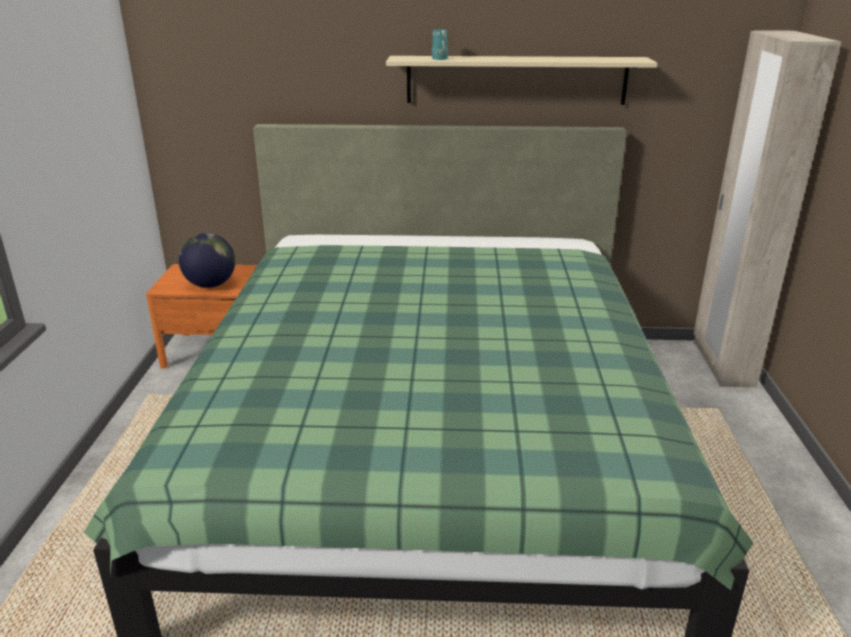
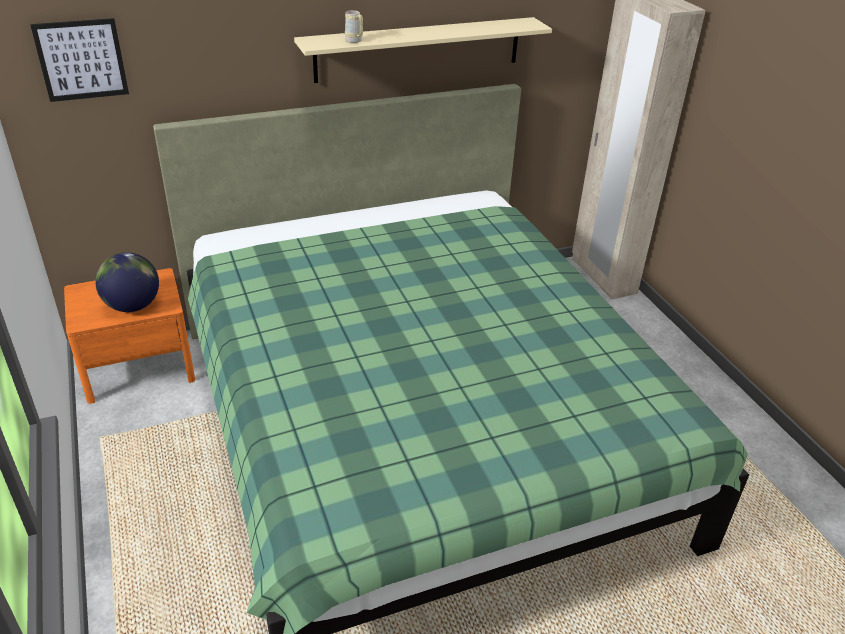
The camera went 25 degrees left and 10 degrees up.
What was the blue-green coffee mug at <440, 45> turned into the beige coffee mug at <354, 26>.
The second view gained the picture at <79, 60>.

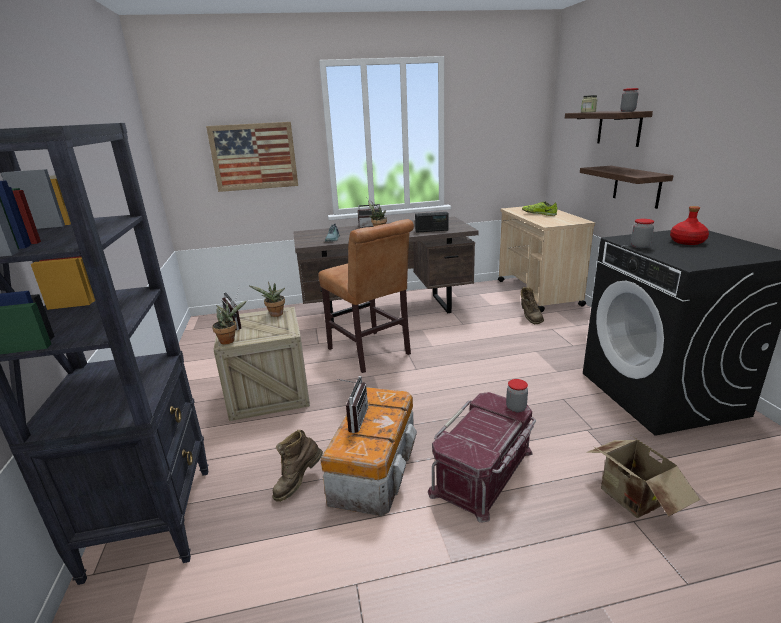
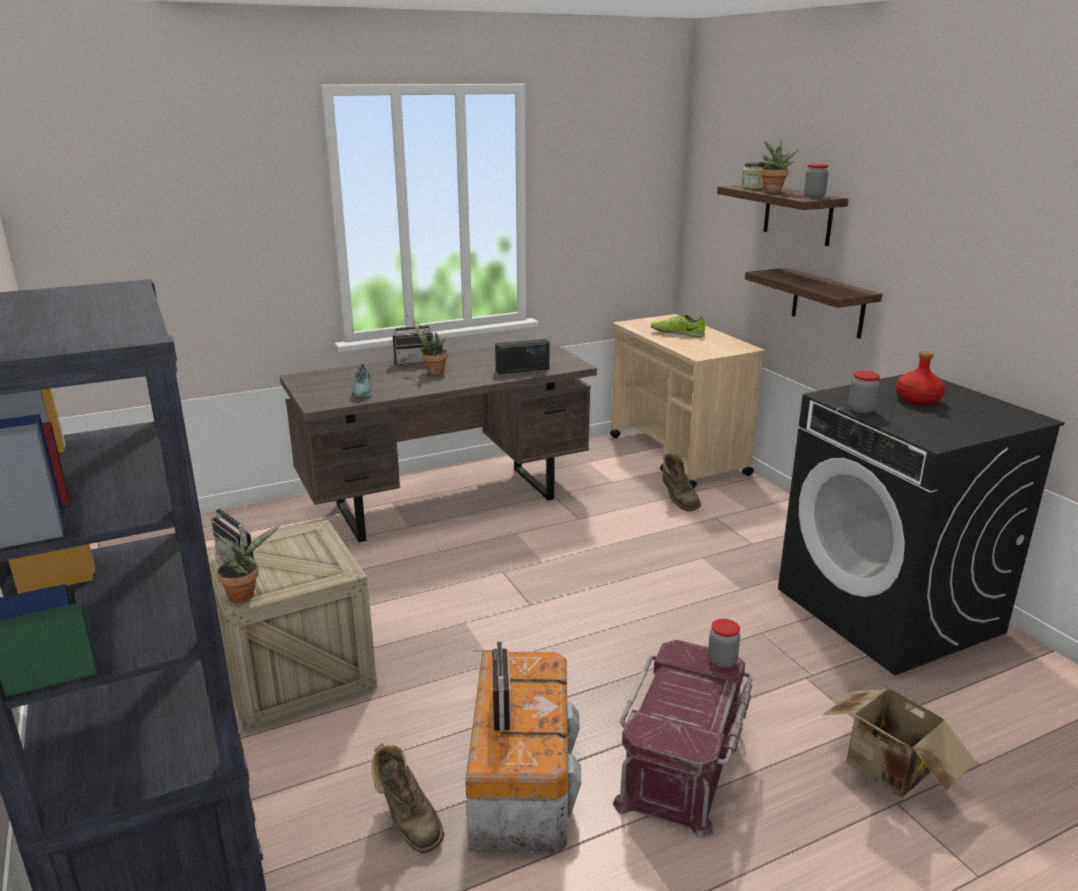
The camera went 15 degrees left and 0 degrees up.
The second view lost the picture at <252, 157>.
The second view lost the brown-coloured plain chair at <366, 296>.
The potted plant ended up elsewhere, having gone from <266, 299> to <779, 166>.
The brown-coloured high-top boot at <297, 466> ended up facing another way, 60 degrees counterclockwise from before.

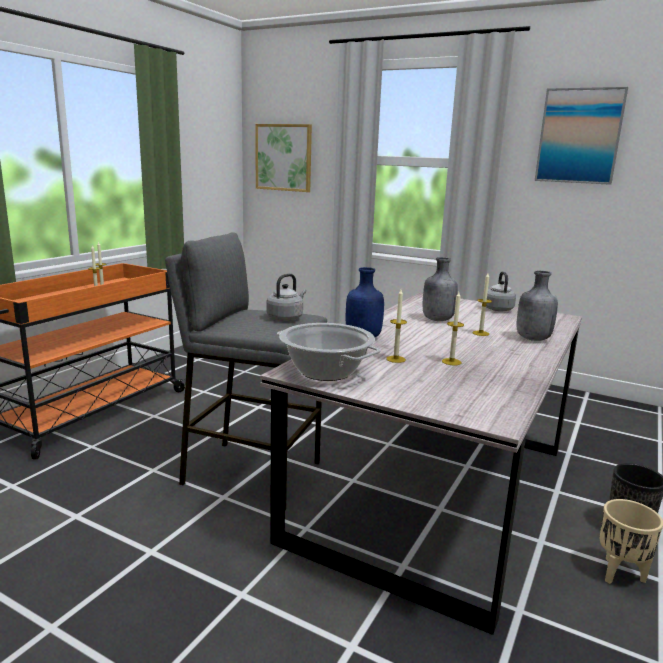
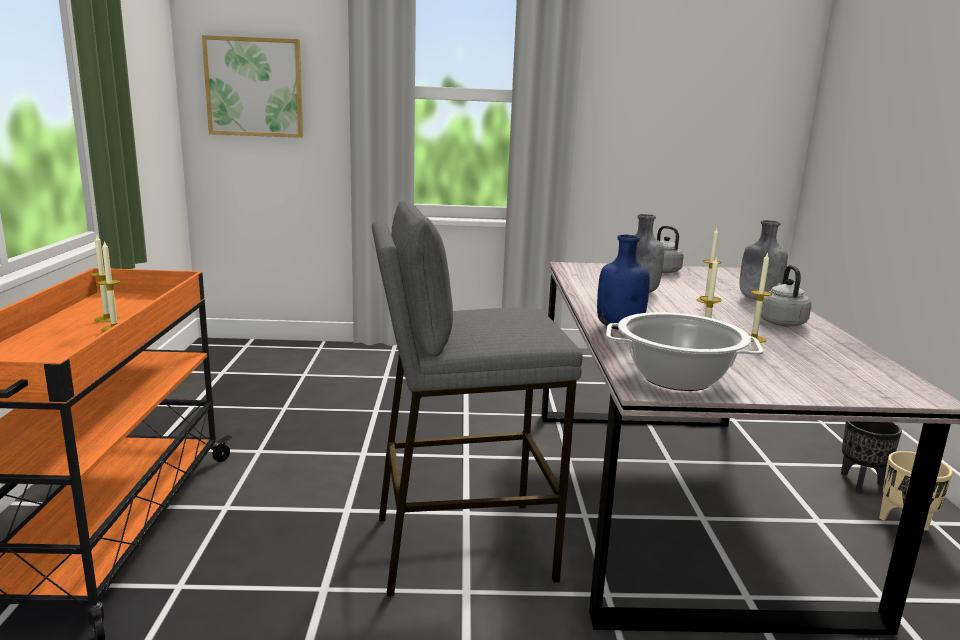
The camera went 30 degrees left and 0 degrees up.
The second view lost the picture at <581, 136>.
The greyish water kettle ended up elsewhere, having gone from <286, 297> to <786, 295>.

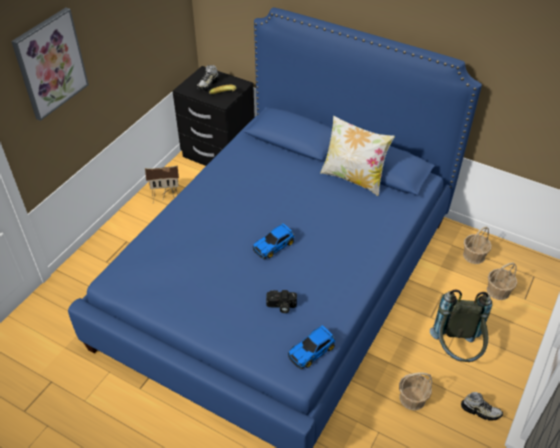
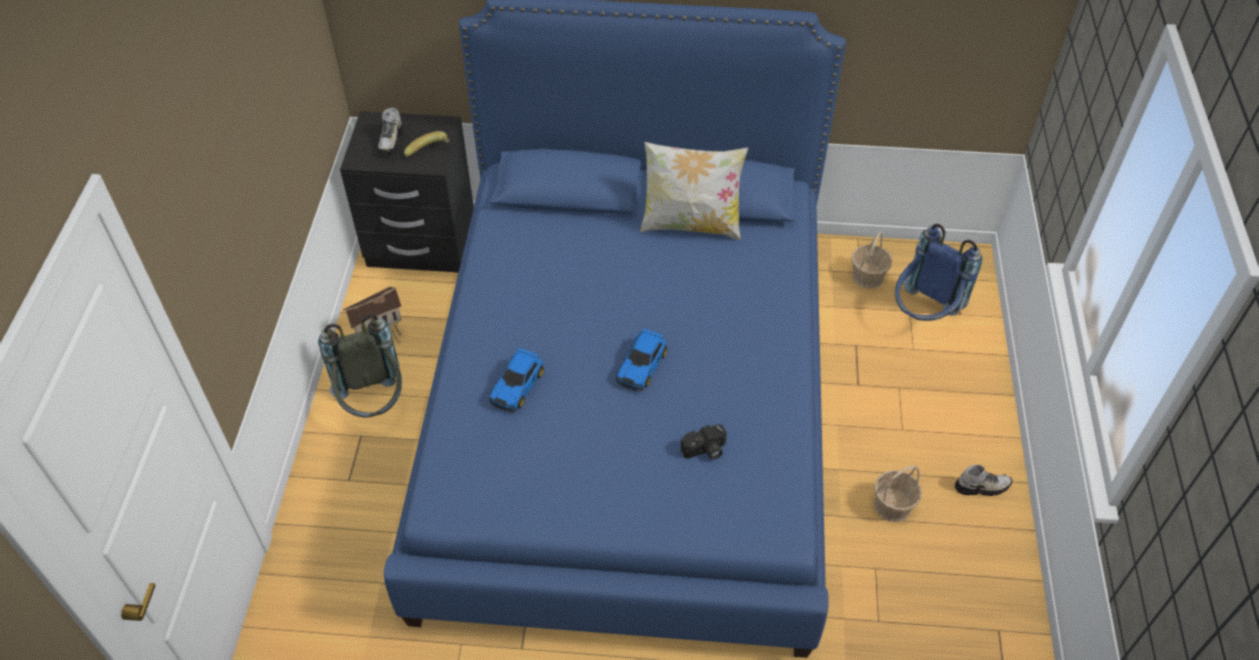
The camera went 25 degrees left and 5 degrees up.
The second view lost the picture at <50, 64>.
Where the household basket stood at <502, 281>, the bluish knapsack came to stand at <938, 272>.
The greyish knapsack ended up elsewhere, having gone from <461, 326> to <360, 366>.
The toy car ended up elsewhere, having gone from <312, 347> to <516, 380>.

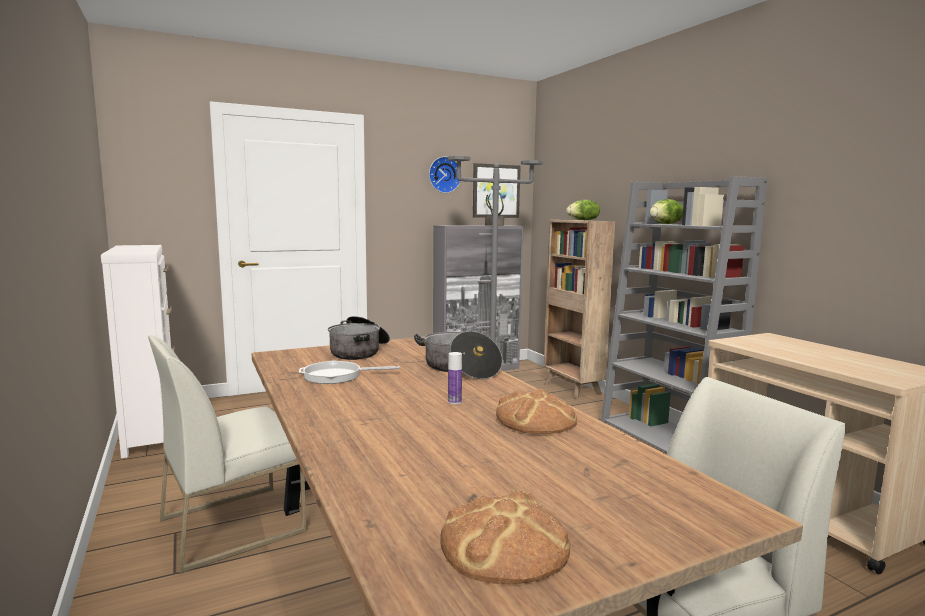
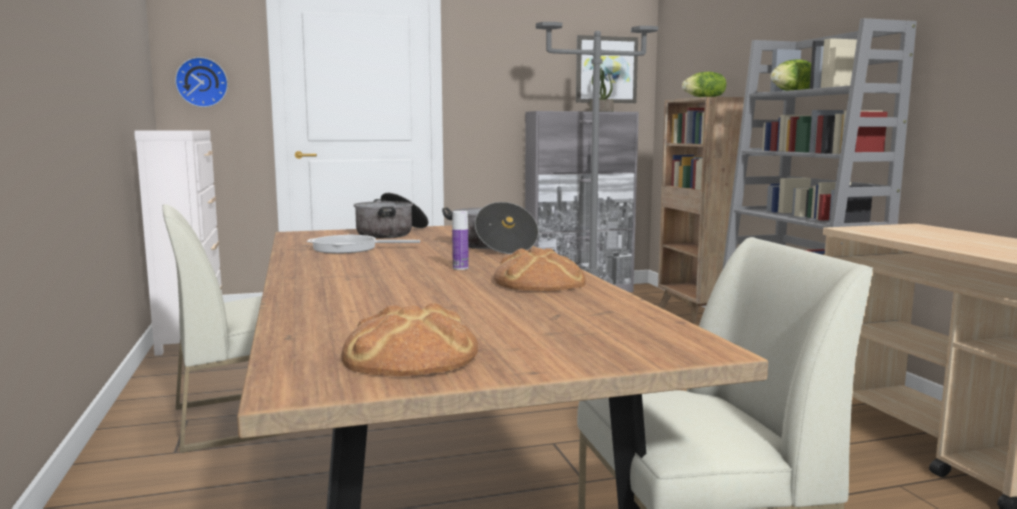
The camera went 10 degrees right and 0 degrees up.
The wall clock ended up elsewhere, having gone from <445, 174> to <201, 82>.

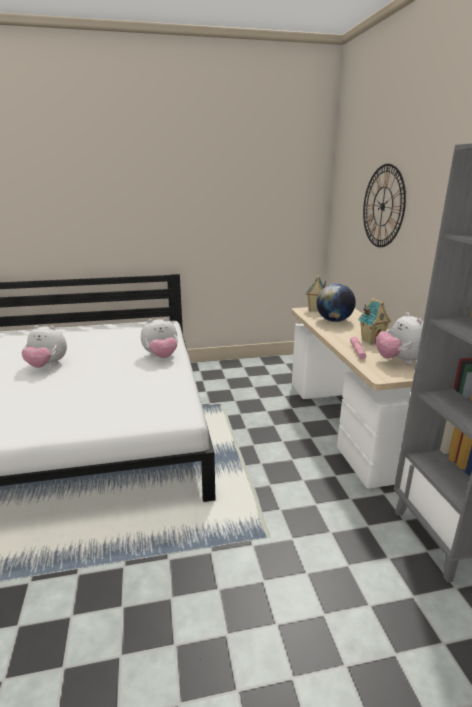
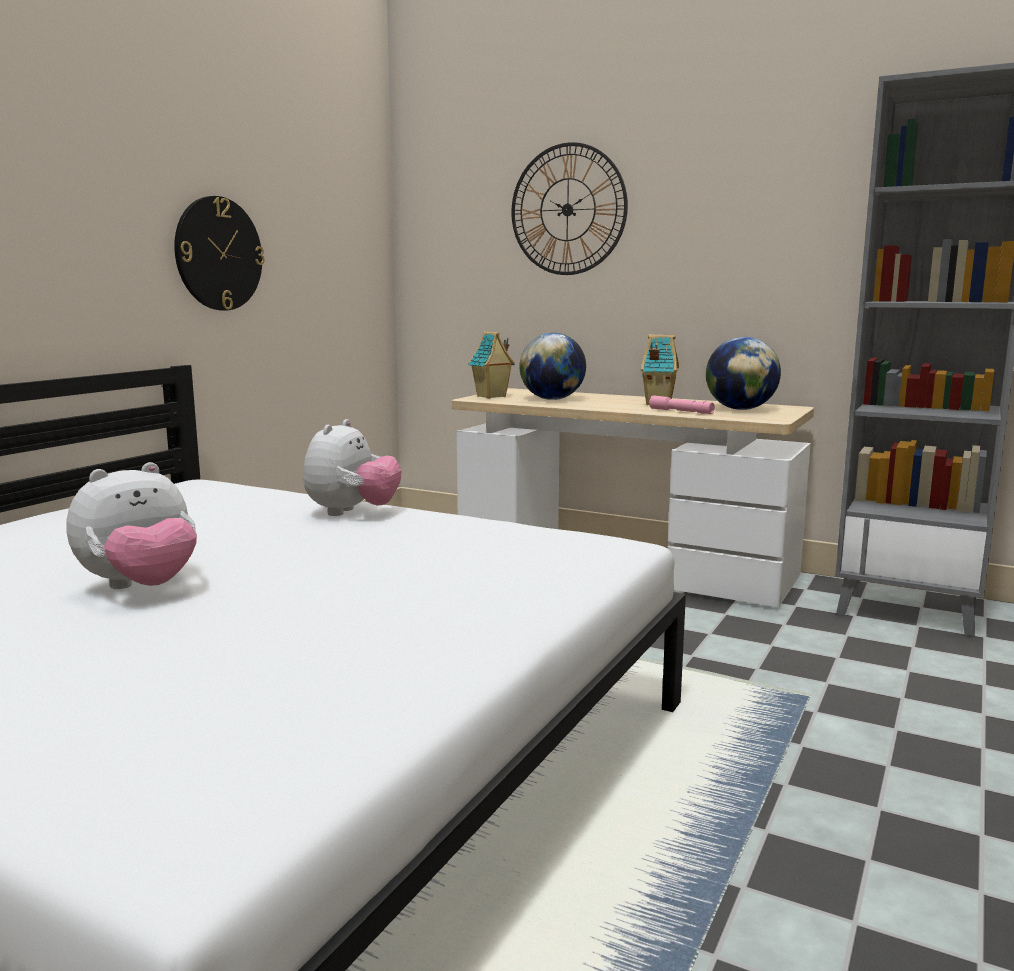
The camera went 50 degrees left and 10 degrees down.
Where the soft toy stood at <400, 338>, the desk globe came to stand at <743, 373>.
The second view gained the wall clock at <219, 253>.

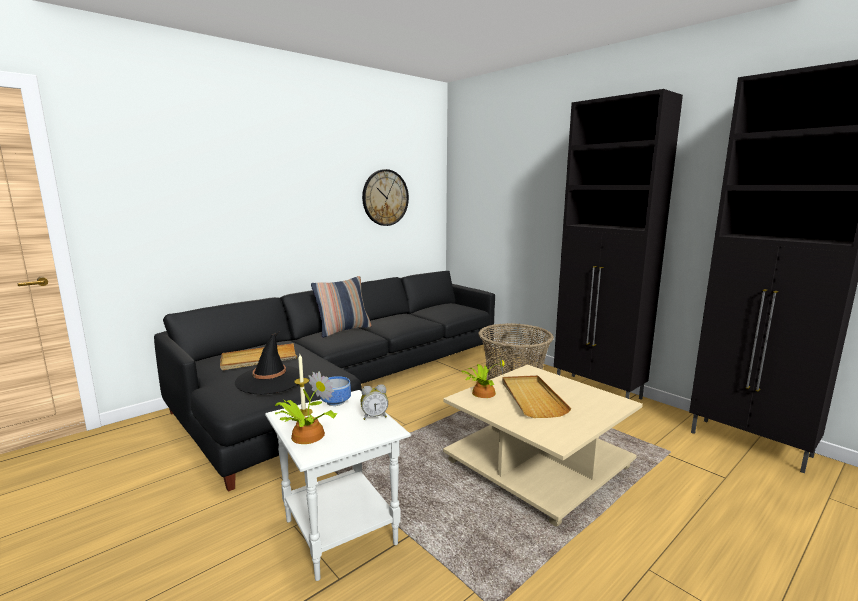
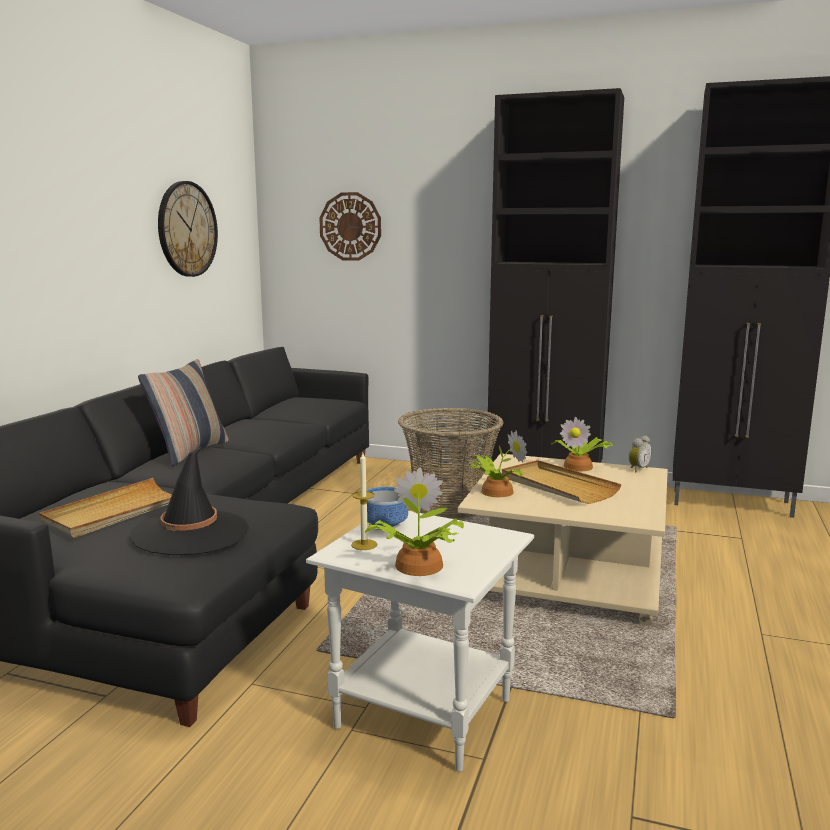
The camera went 30 degrees left and 0 degrees up.
The table clock ended up elsewhere, having gone from <374, 402> to <640, 454>.
The second view gained the wall clock at <350, 226>.
The second view gained the potted plant at <582, 444>.

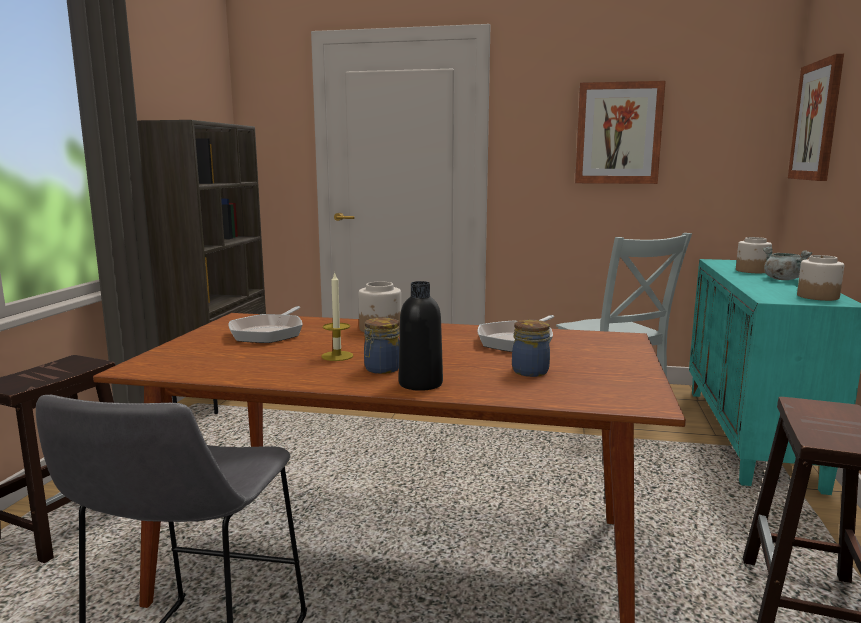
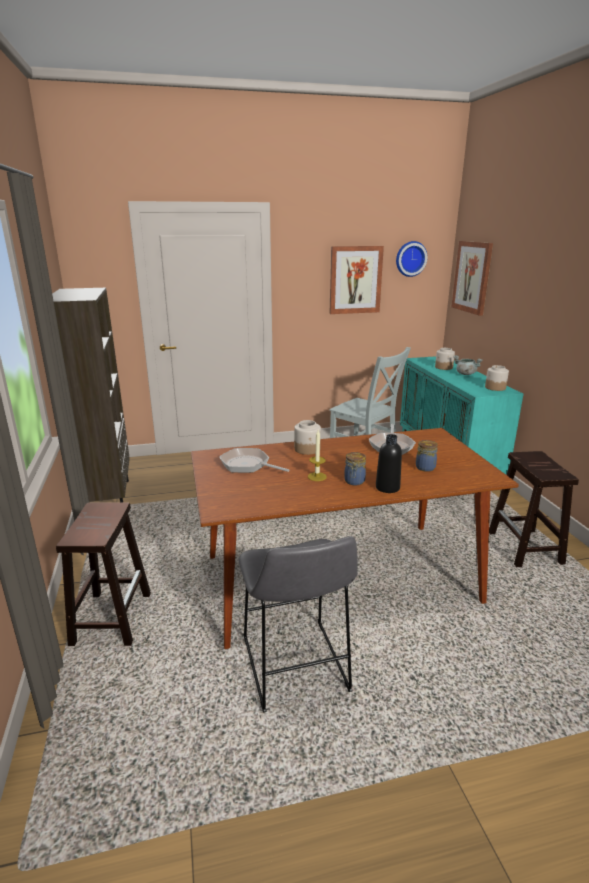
The camera went 25 degrees left and 10 degrees up.
The frying pan at <266, 324> ended up facing another way, 135 degrees clockwise from before.
The second view gained the wall clock at <412, 259>.

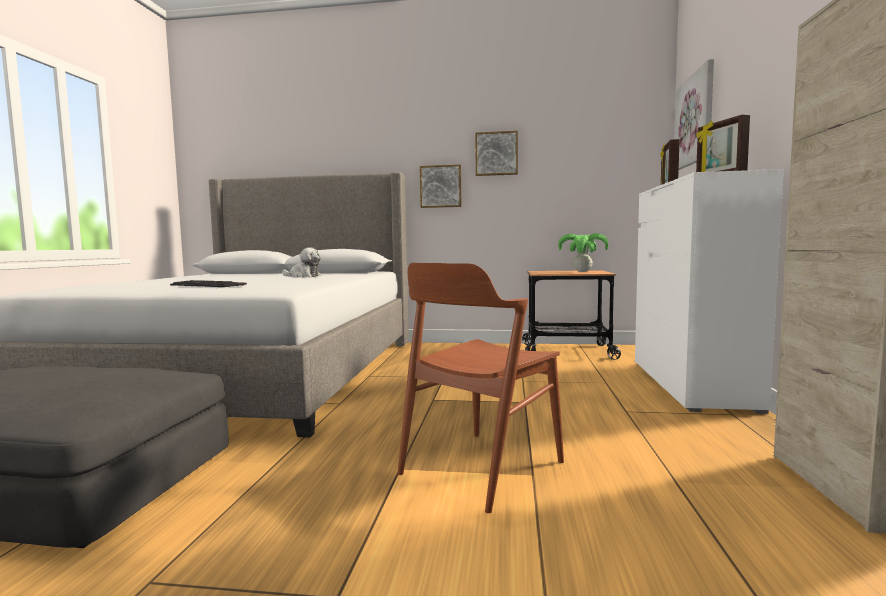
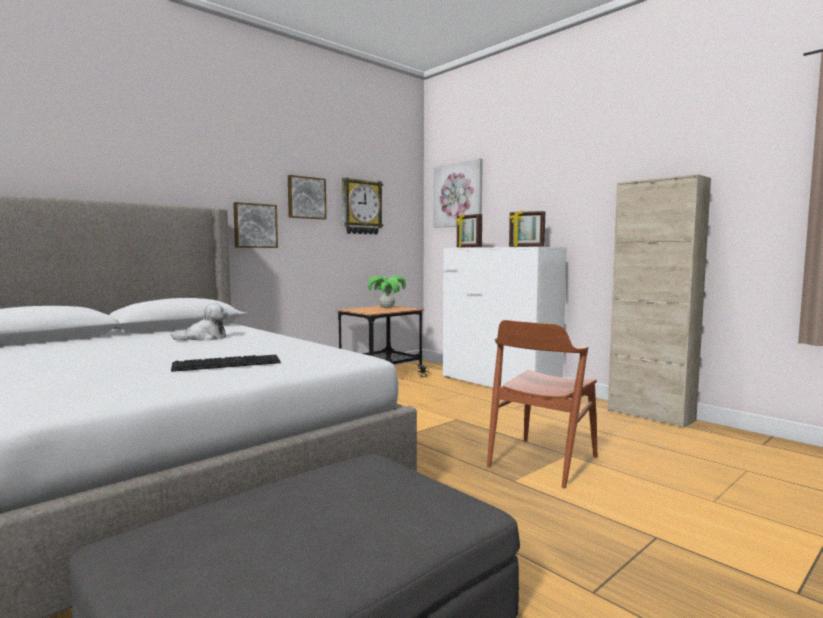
The camera went 50 degrees left and 0 degrees up.
The brown-coloured plain chair at <481, 388> ended up facing another way, 45 degrees clockwise from before.
The second view gained the wall clock at <362, 206>.

